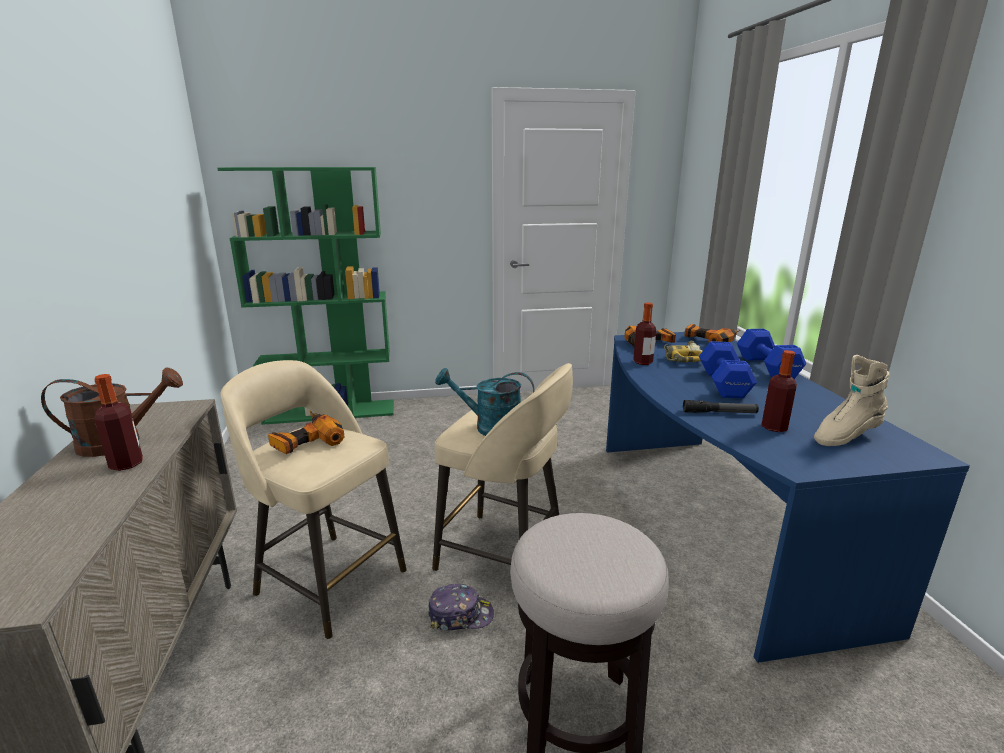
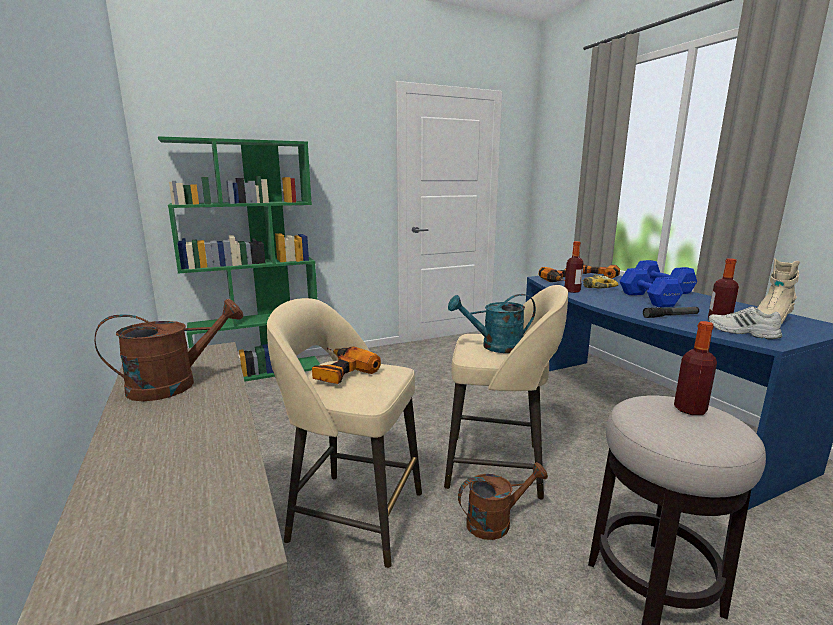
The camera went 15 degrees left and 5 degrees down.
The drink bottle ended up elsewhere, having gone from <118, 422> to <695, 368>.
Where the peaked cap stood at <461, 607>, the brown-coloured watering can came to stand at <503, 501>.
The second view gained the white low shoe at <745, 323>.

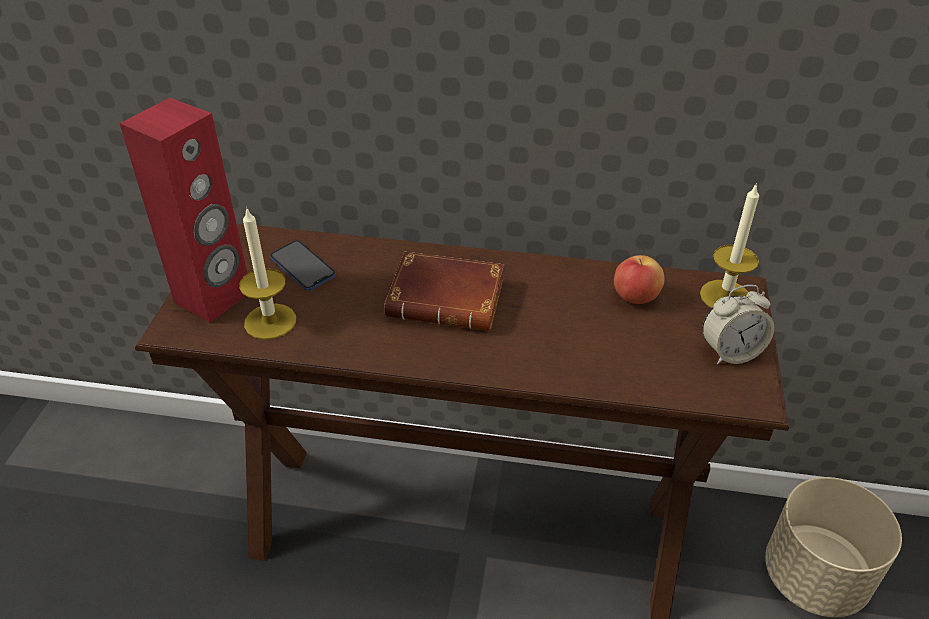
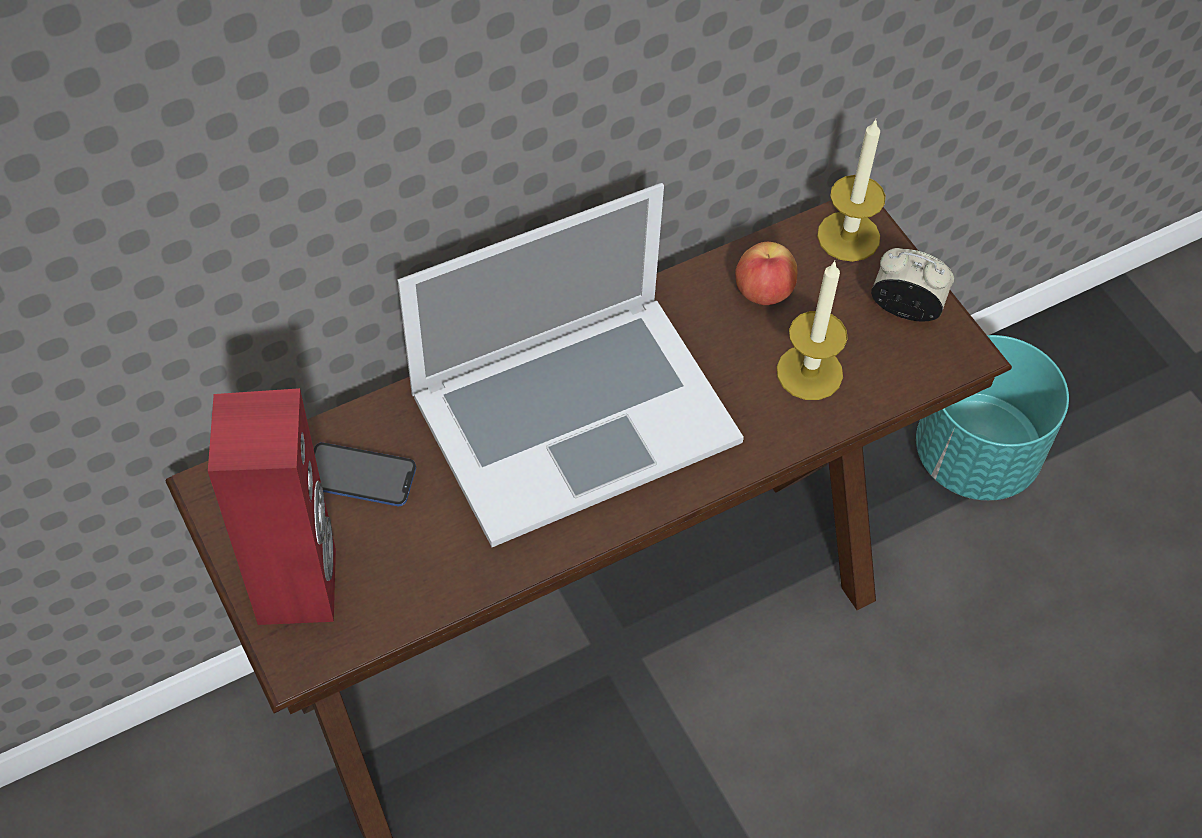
The camera went 40 degrees left and 15 degrees up.
The candle ended up elsewhere, having gone from <267, 273> to <812, 330>.
Where the brown-coloured volume stood at <444, 291>, the laptop came to stand at <570, 365>.
The table clock at <738, 325> ended up facing another way, 105 degrees counterclockwise from before.
What was the beige planter at <833, 547> turned into the blue-green planter at <992, 418>.

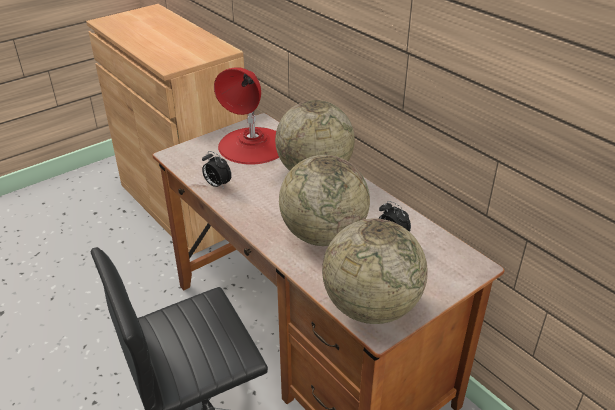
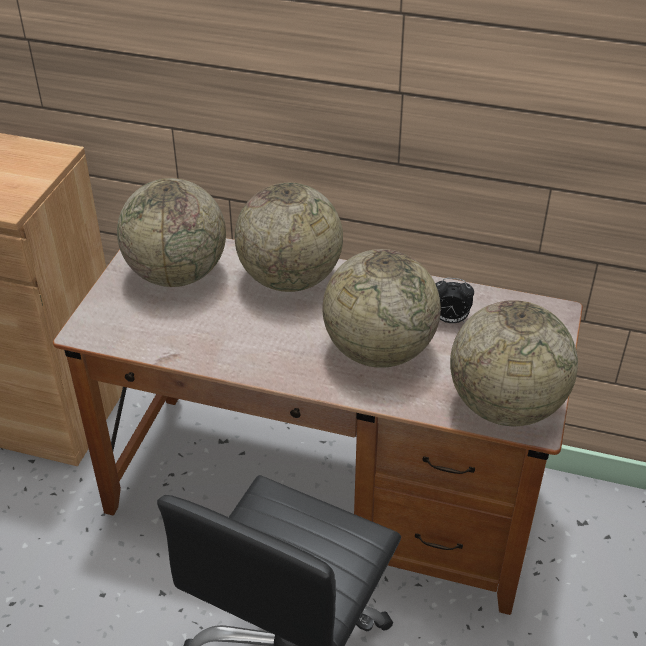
The camera went 35 degrees left and 5 degrees up.
Where the red lamp for a table stood at <246, 116>, the desk globe came to stand at <171, 232>.
The second view lost the table clock at <217, 170>.

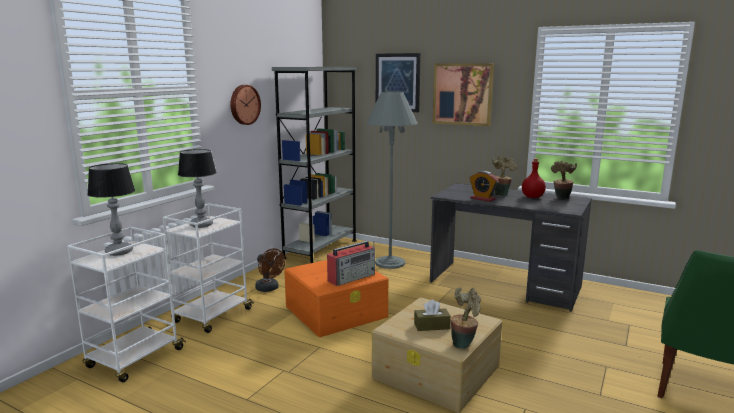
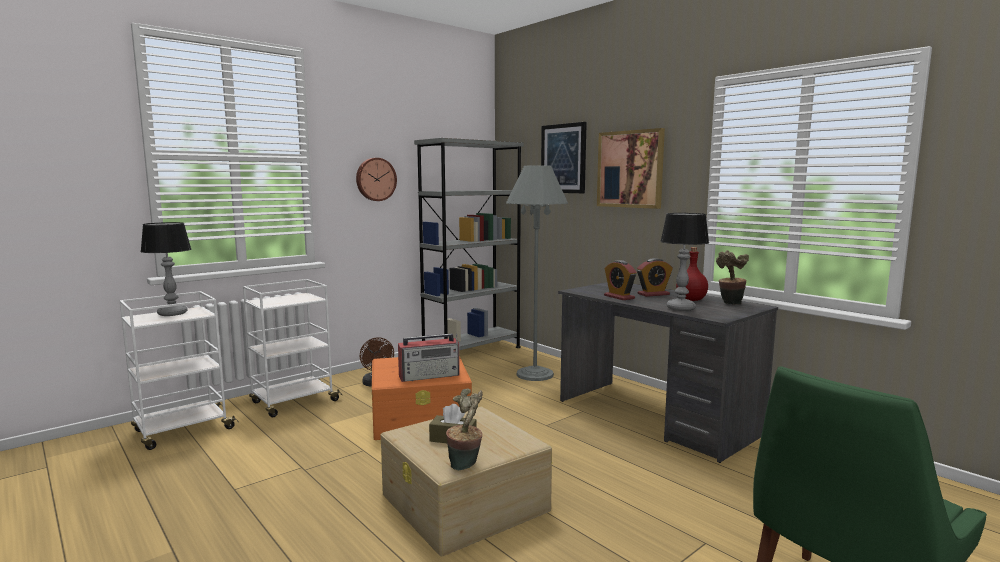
The camera went 20 degrees right and 5 degrees down.
The lamp for a table ended up elsewhere, having gone from <197, 188> to <684, 262>.
Where the potted plant stood at <504, 176>, the table clock came to stand at <655, 277>.

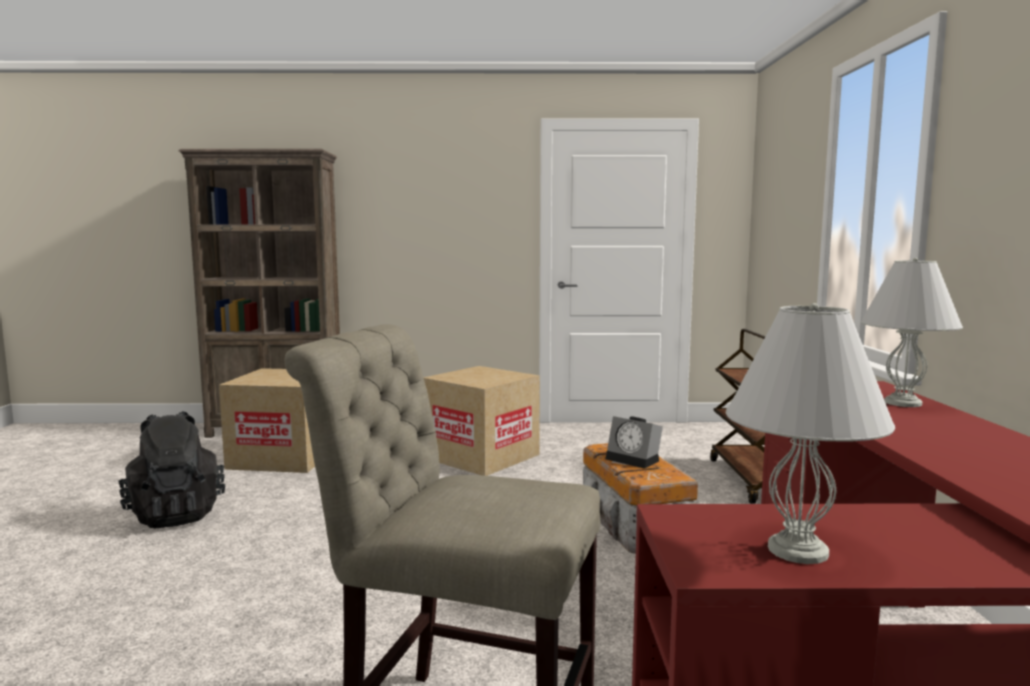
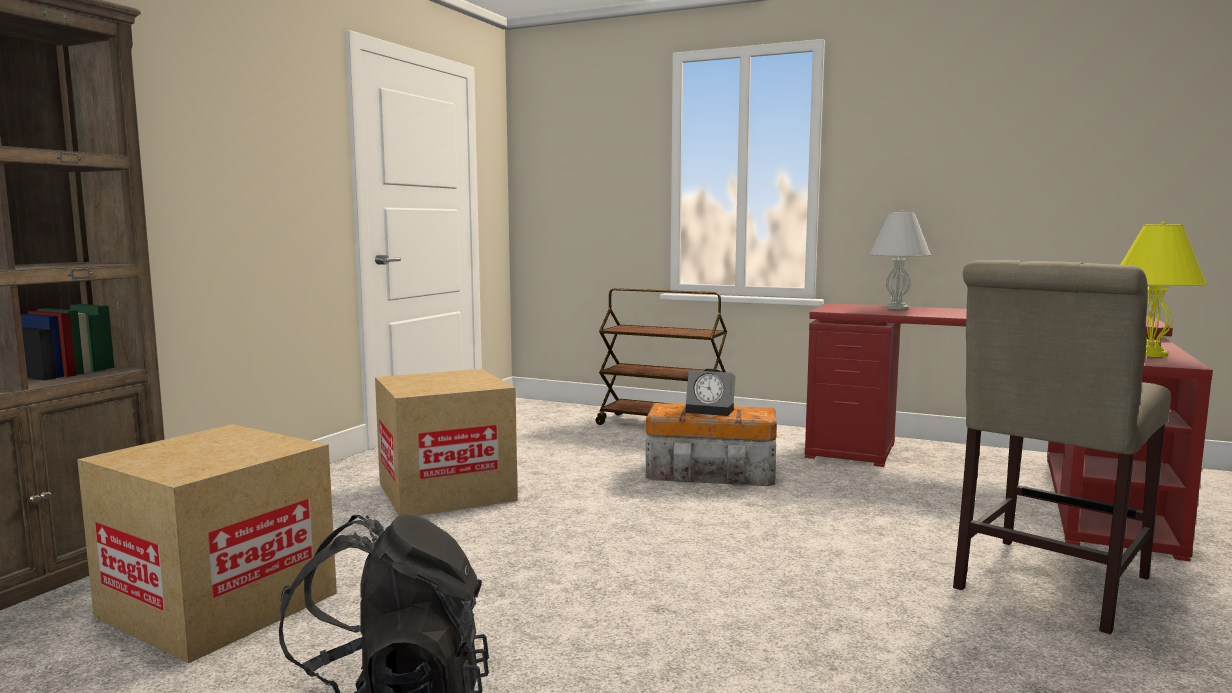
The camera went 65 degrees left and 0 degrees up.
What was the white lamp for a table at <810, 433> turned into the yellowish lamp for a table at <1163, 289>.
The table clock at <634, 442> ended up facing another way, 45 degrees clockwise from before.

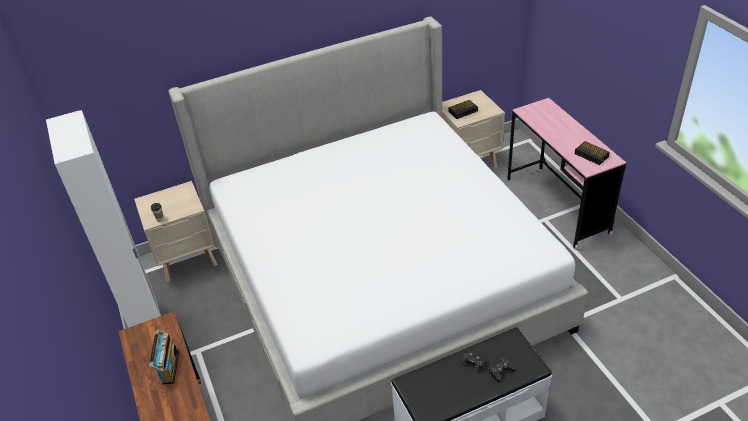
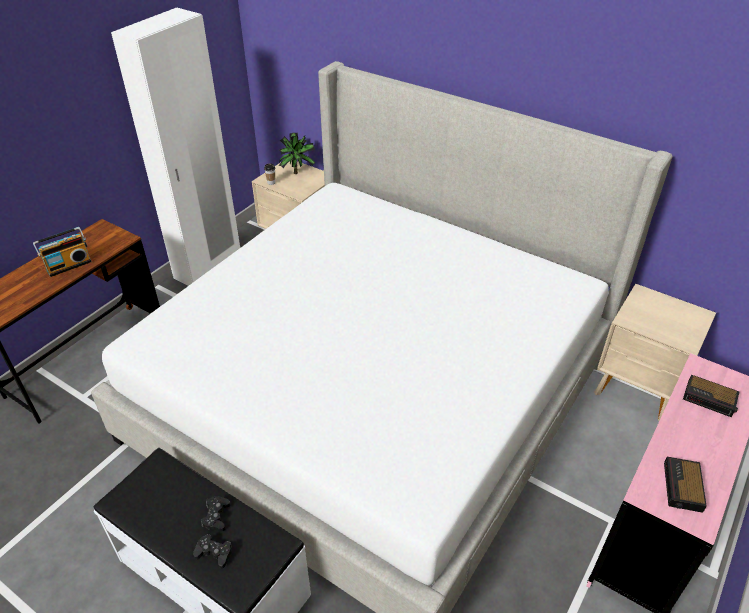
The camera went 55 degrees right and 0 degrees up.
The table clock ended up elsewhere, having gone from <463, 109> to <711, 396>.
The second view gained the potted plant at <297, 153>.

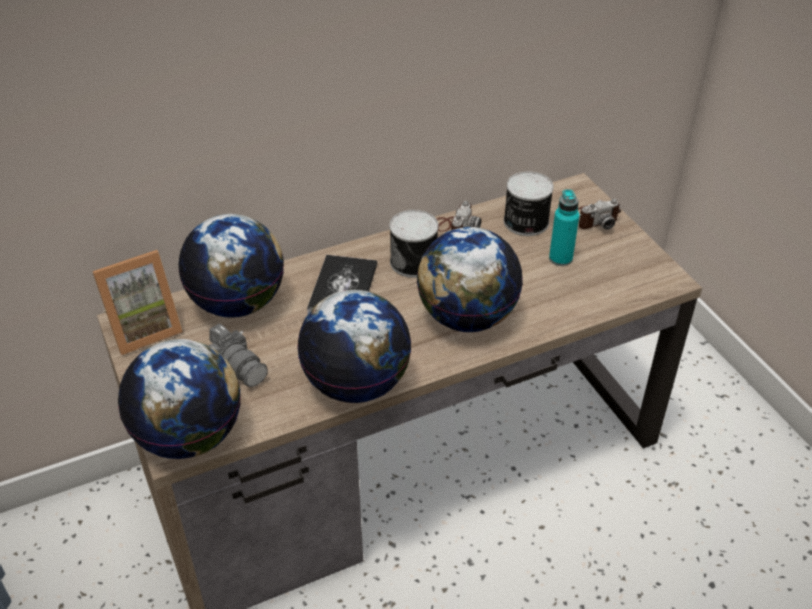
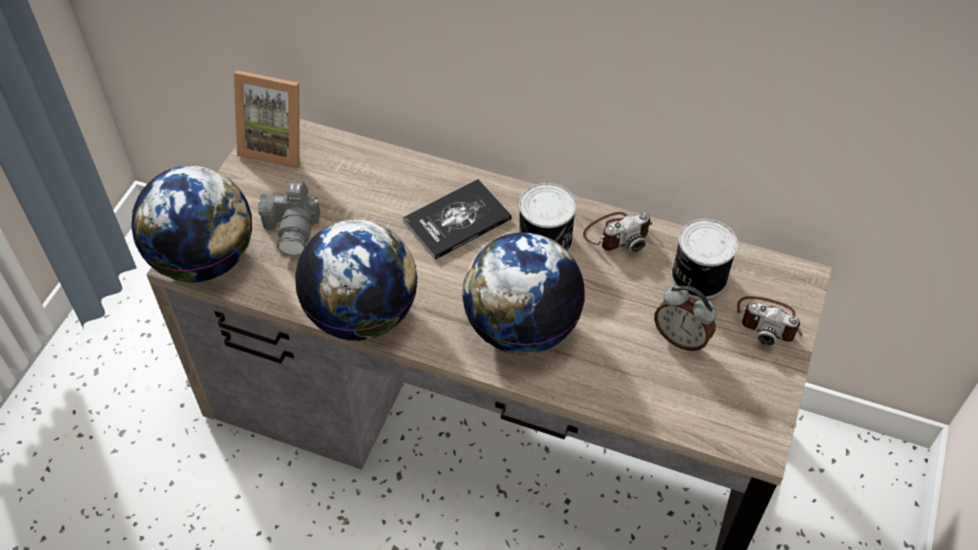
The camera went 45 degrees right and 10 degrees up.
Where the blue-green drink bottle stood at <564, 227>, the table clock came to stand at <685, 318>.
The second view lost the desk globe at <231, 266>.

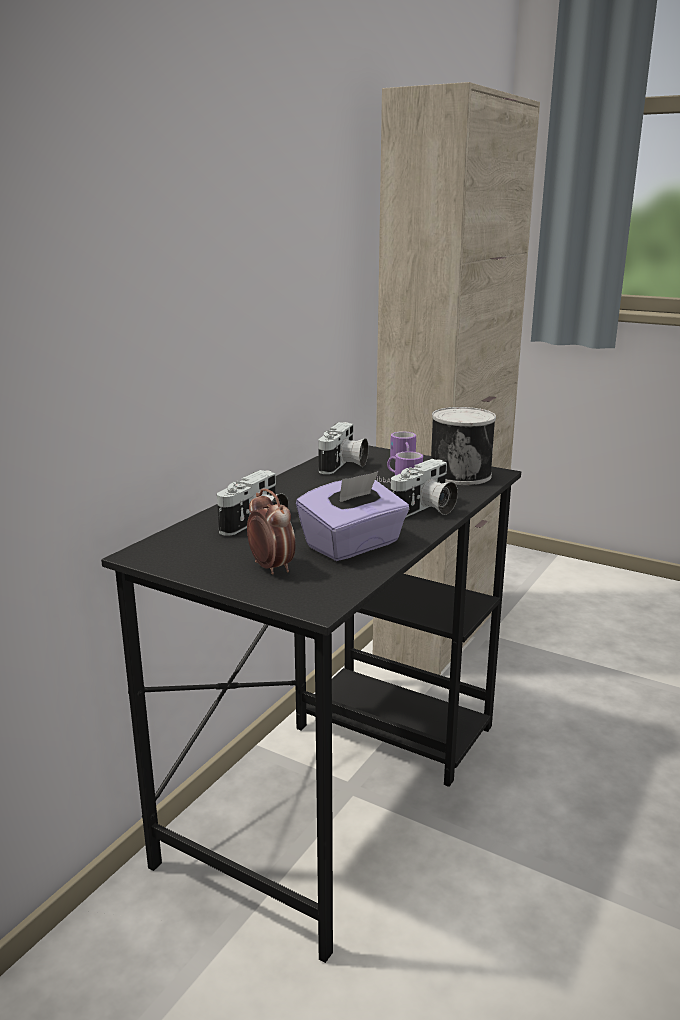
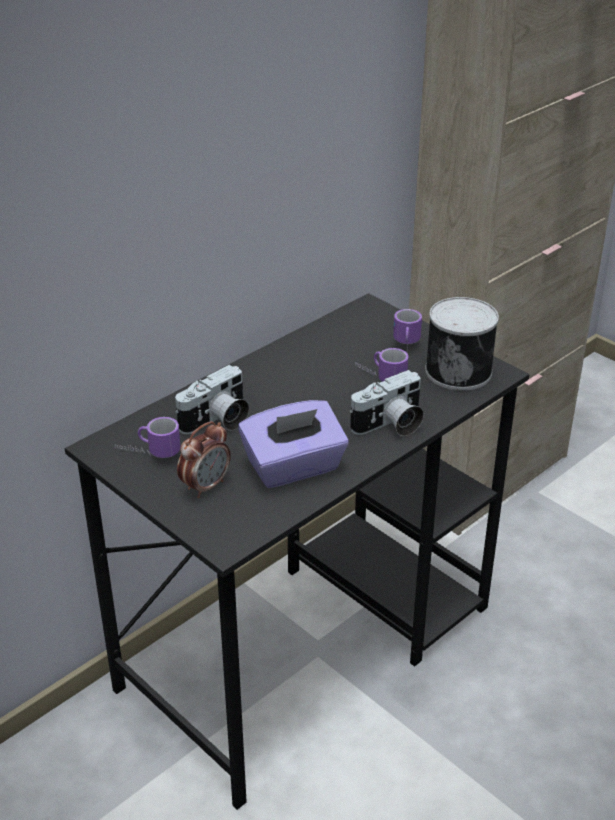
The camera went 15 degrees right and 15 degrees up.
The second view lost the still camera at <343, 448>.
The table clock at <271, 532> ended up facing another way, 60 degrees clockwise from before.
The second view gained the coffee mug at <148, 437>.

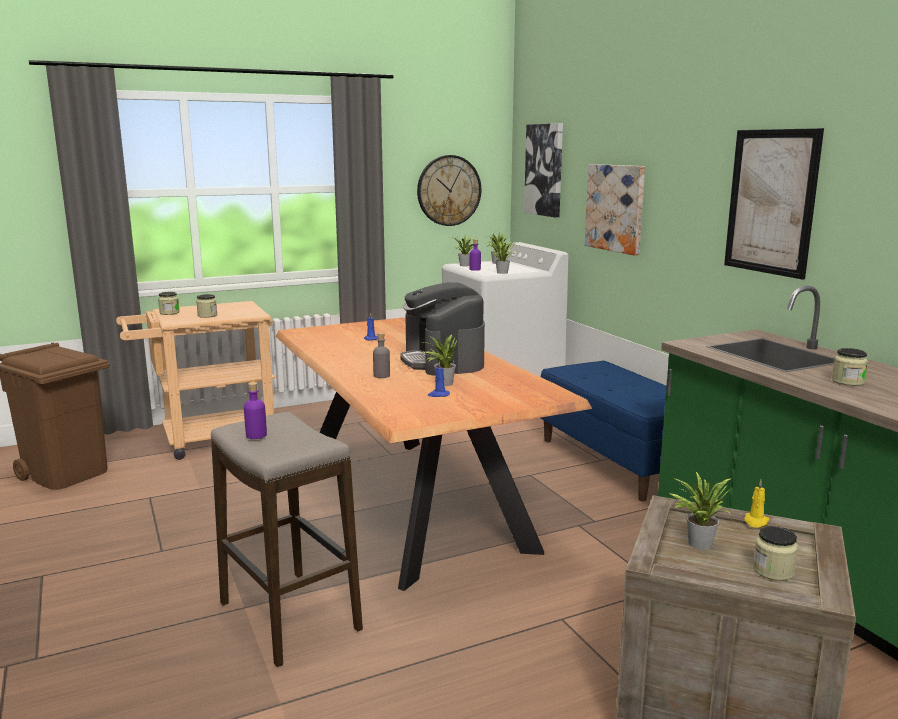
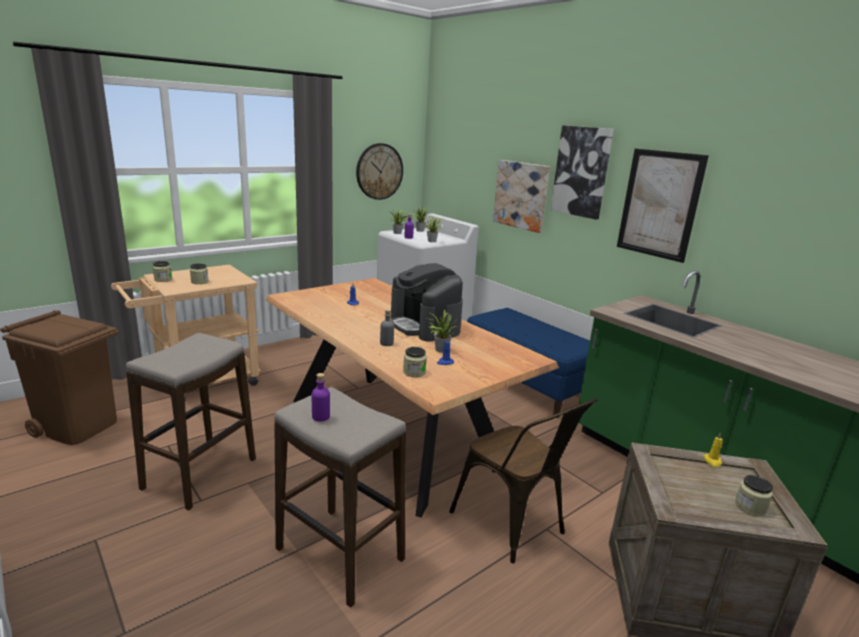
The camera went 15 degrees left and 5 degrees up.
The picture ended up elsewhere, having gone from <543, 170> to <582, 172>.
The preserve jar ended up elsewhere, having gone from <850, 367> to <415, 362>.
The second view lost the potted plant at <700, 511>.
The second view gained the sitting stool at <191, 422>.
The second view gained the brown-coloured plain chair at <524, 480>.

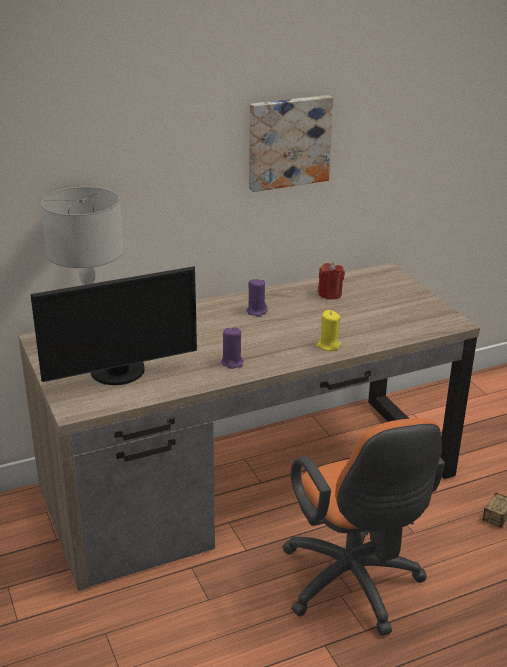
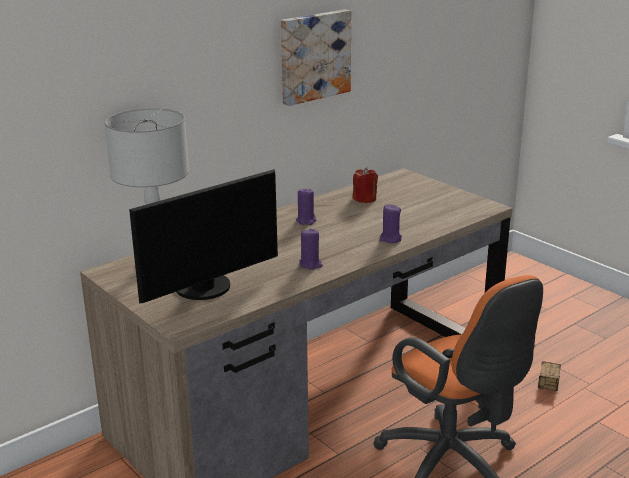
The camera went 15 degrees left and 5 degrees down.
What was the yellowish candle at <328, 330> turned into the purple candle at <390, 223>.

